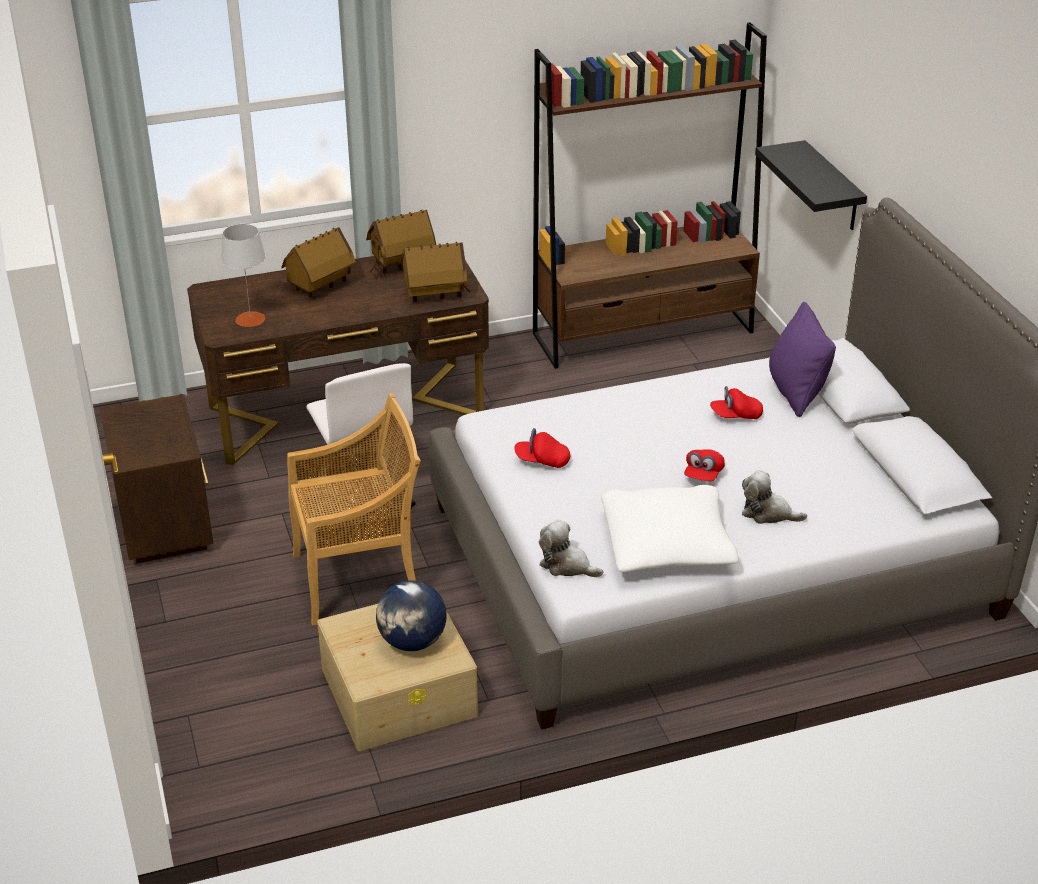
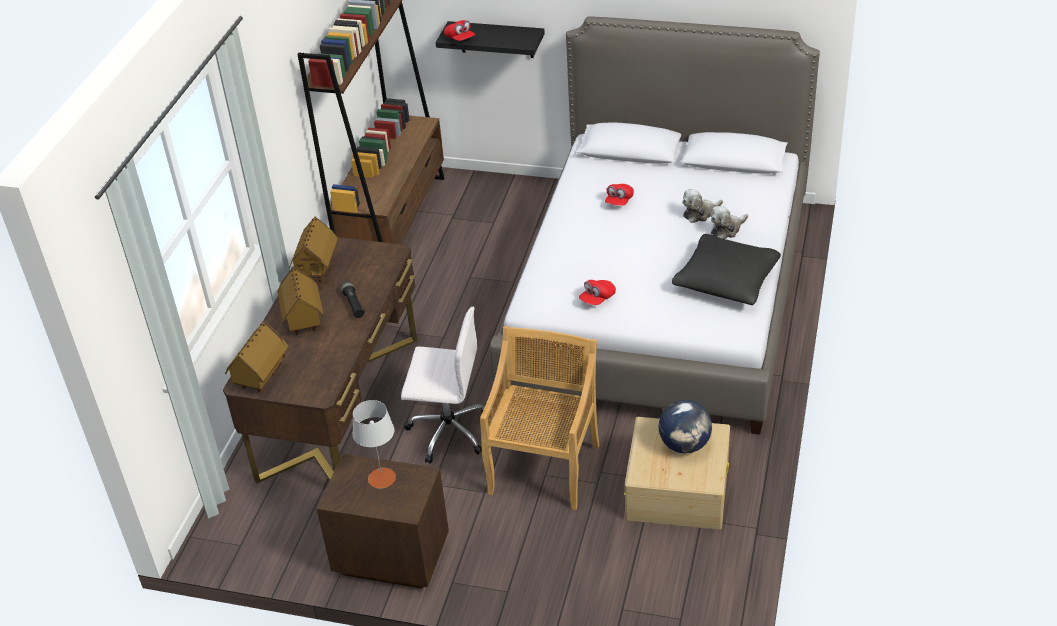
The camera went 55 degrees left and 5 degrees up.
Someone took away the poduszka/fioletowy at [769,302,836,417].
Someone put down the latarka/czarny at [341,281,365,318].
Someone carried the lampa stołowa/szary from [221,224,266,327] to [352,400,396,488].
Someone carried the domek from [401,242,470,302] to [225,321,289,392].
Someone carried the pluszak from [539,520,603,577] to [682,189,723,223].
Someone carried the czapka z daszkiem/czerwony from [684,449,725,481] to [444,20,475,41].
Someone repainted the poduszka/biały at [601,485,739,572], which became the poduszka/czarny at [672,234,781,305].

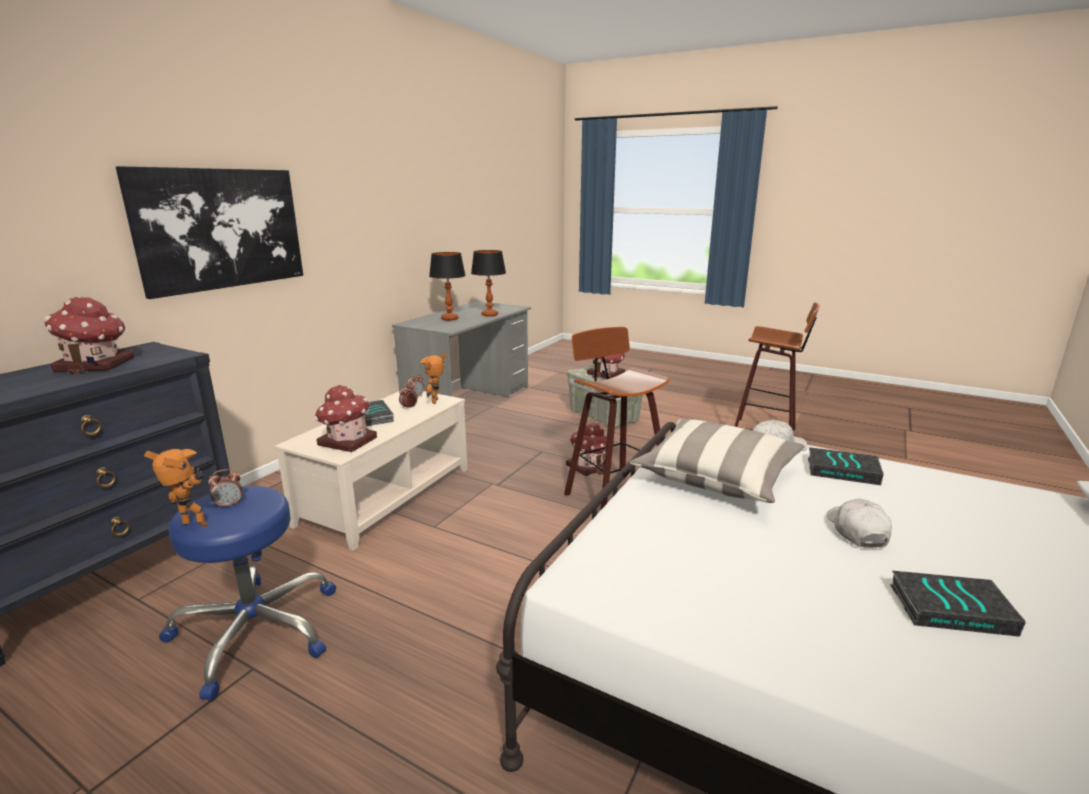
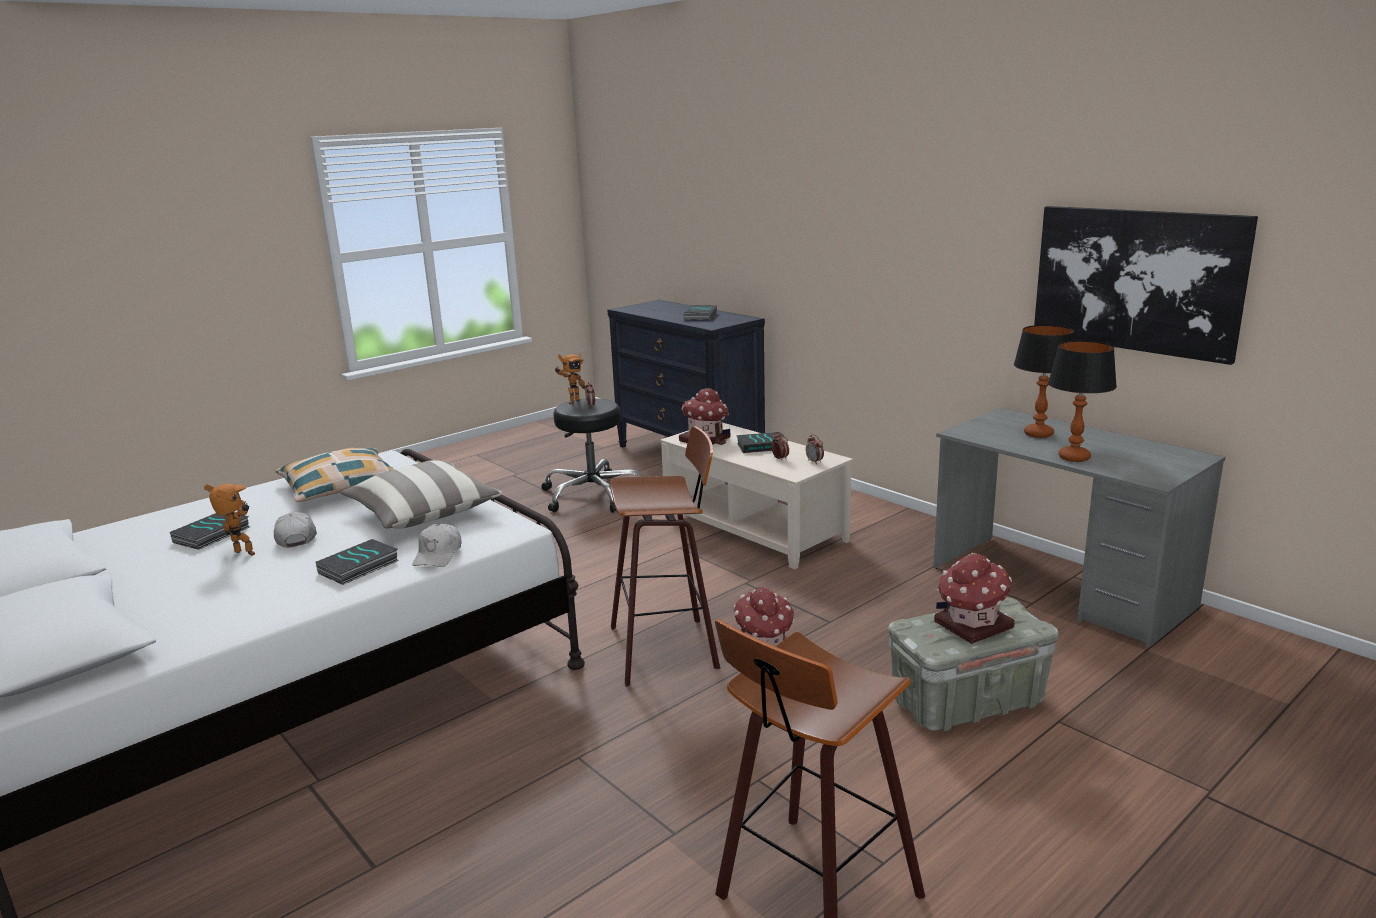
The camera went 110 degrees right and 0 degrees up.
Someone put down the poduszka at [275,448,394,502].
Someone carried the obraz from [116,166,303,299] to [1034,206,1258,365].
Someone carried the robot zabawkowy from [420,353,447,404] to [204,483,255,556].
Someone swapped the domek at [45,297,134,374] for the książka at [684,305,717,320].
Someone repainted the stołek/niebieski at [159,486,337,701], which became the stołek/czarny at [541,398,643,513].
Someone rotated the czapka z daszkiem/biały at [826,498,892,548] by 135 degrees counterclockwise.

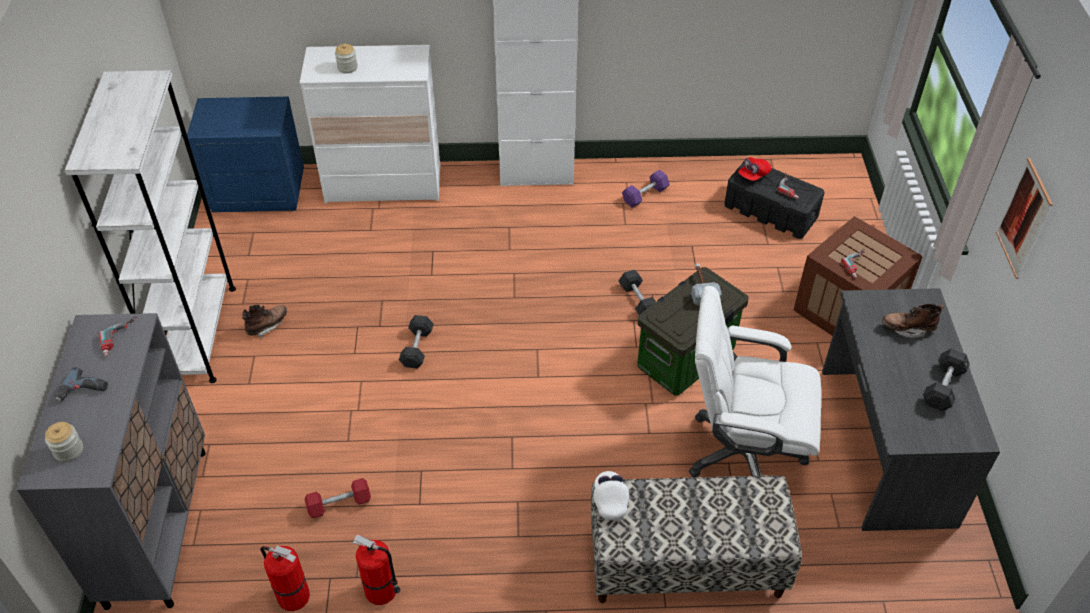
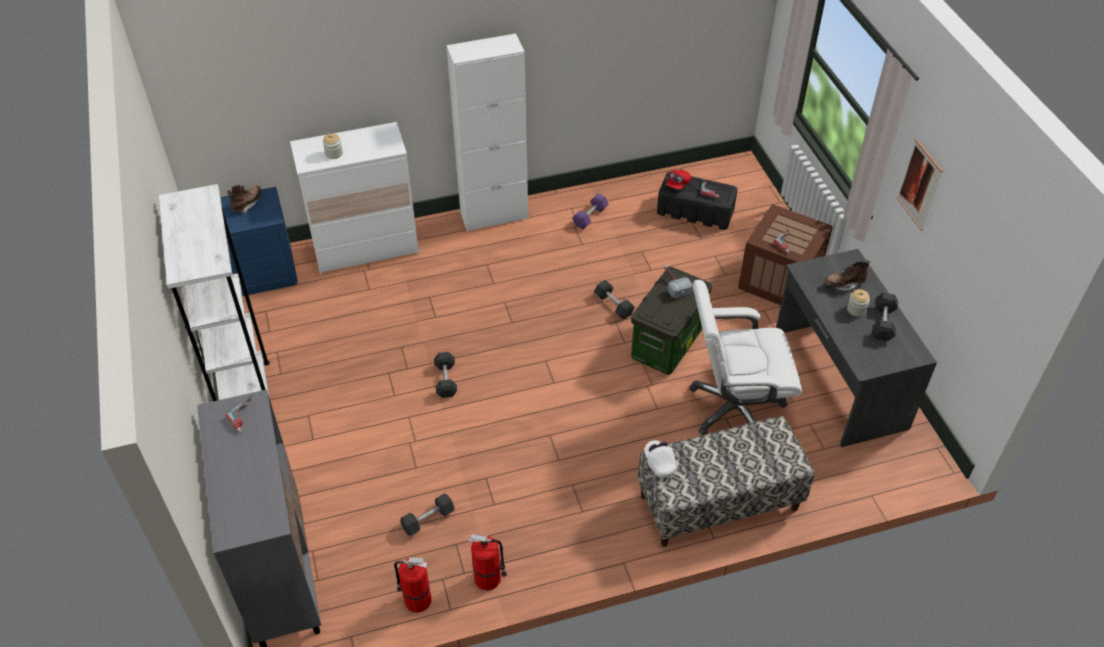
The camera went 15 degrees left and 0 degrees up.
Someone took away the wiertarka at [55,367,108,402].
Someone carried the słoik from [45,422,83,462] to [847,289,870,316].
Someone carried the but z cholewką/brązowy from [242,305,287,338] to [227,185,261,214].
Someone repainted the hantel/czerwony at [305,478,371,518], which became the hantel/szary at [400,493,454,536].

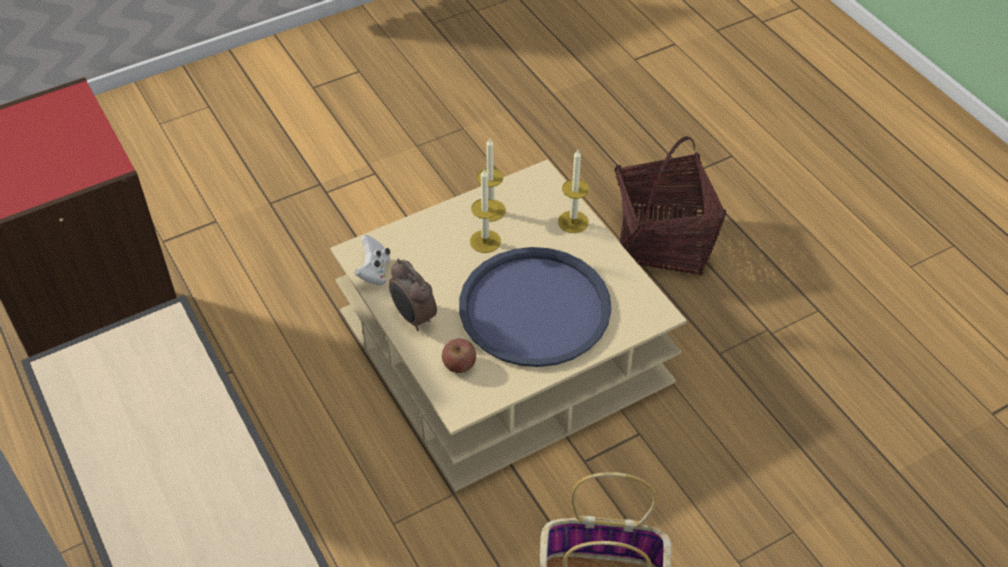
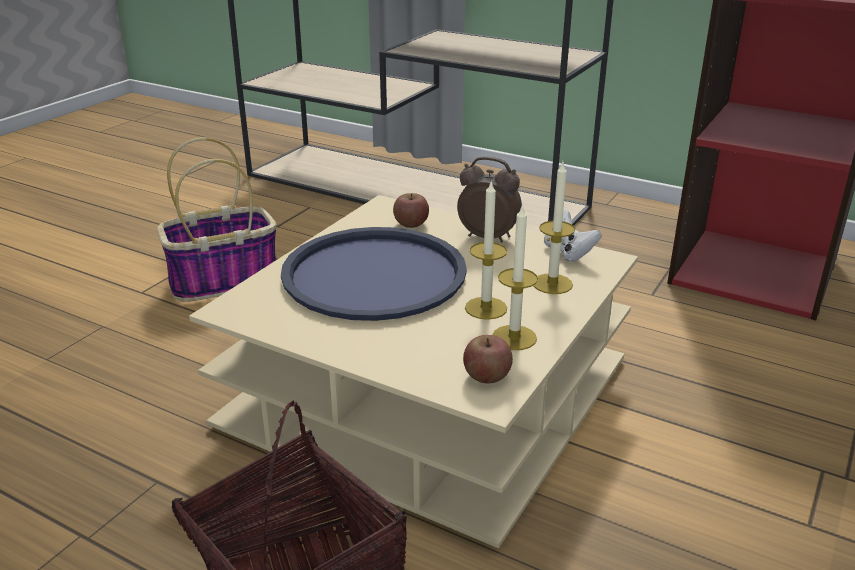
The camera went 150 degrees right and 20 degrees down.
Someone put down the jabłko at [463,335,513,384].
Someone carried the świeca from [558,150,589,233] to [533,162,575,294].

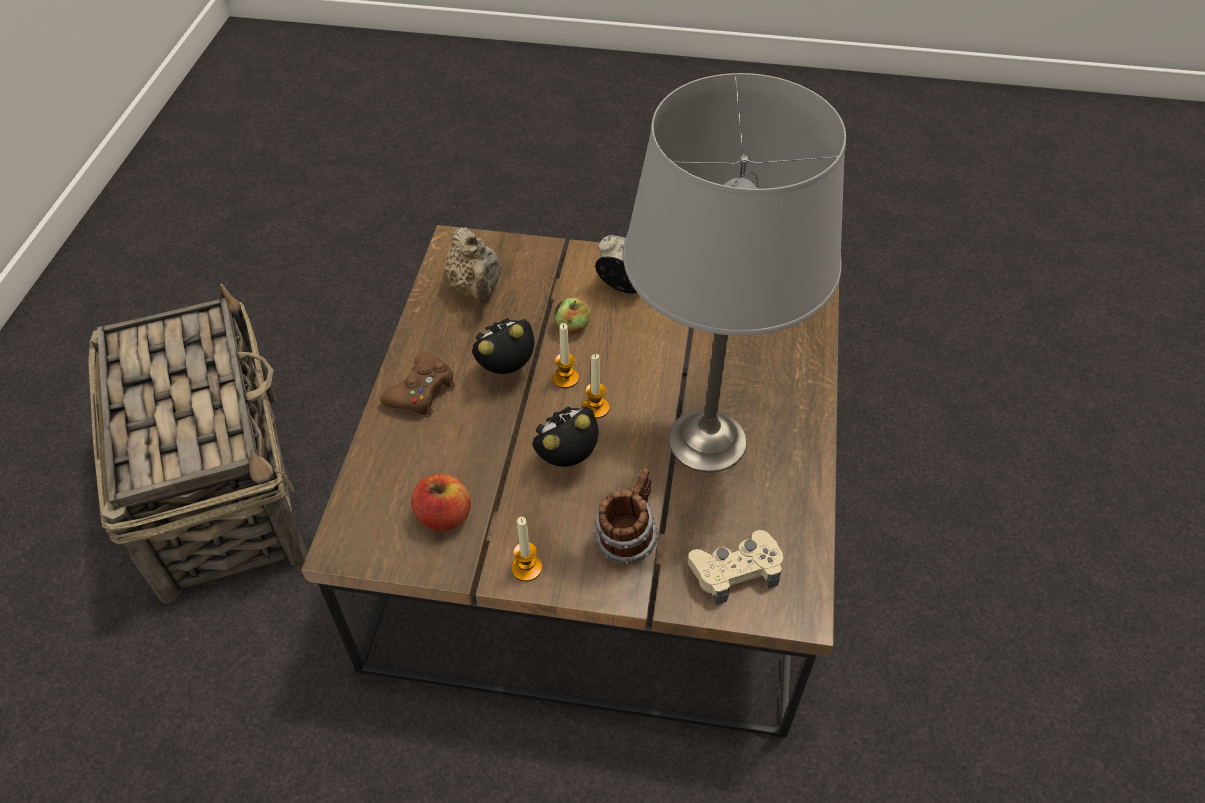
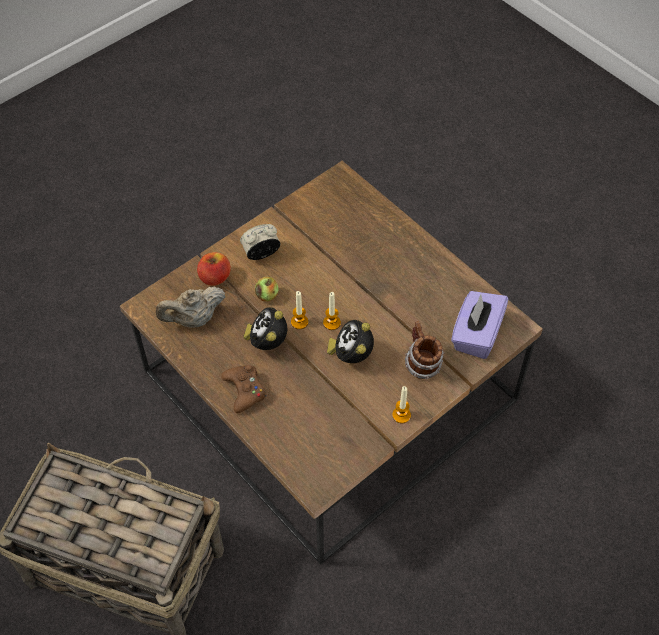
The camera went 50 degrees left and 5 degrees up.
Someone took away the lampa stołowa/szary at [623,73,846,472].
Someone carried the jabłko from [411,474,471,531] to [197,252,231,286].
Someone swapped the pad do gier/beżowy at [688,530,783,605] for the pudełko chusteczek/fioletowy at [451,291,508,359].
Someone rotated the imbryk/beżowy at [445,227,502,304] by 135 degrees clockwise.

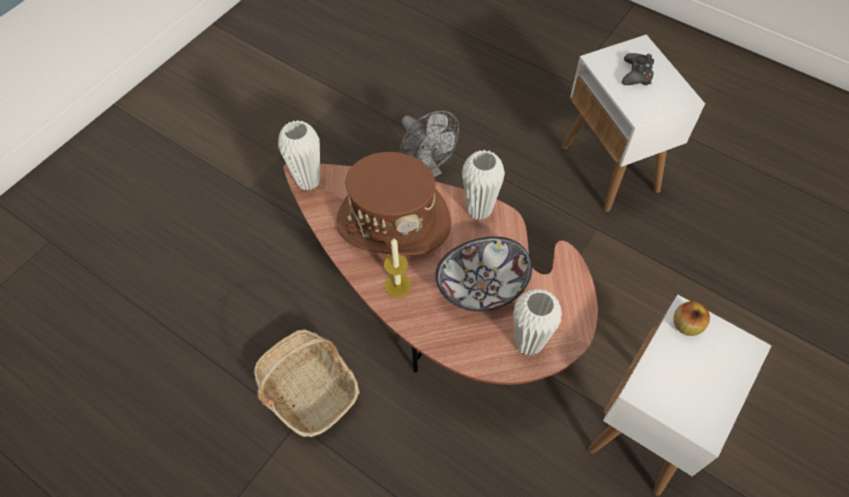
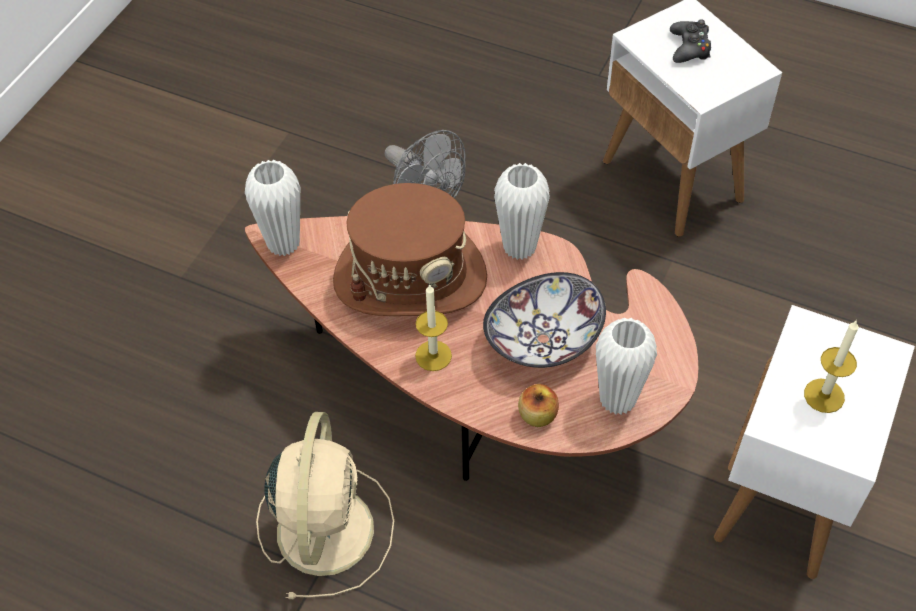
The camera went 10 degrees left and 5 degrees down.
Someone put down the świeca at [804,320,858,413].
Someone carried the jabłko from [674,301,710,336] to [518,384,559,427].
Someone swapped the koszyk at [254,329,360,437] for the wentylator/beżowy at [256,412,394,599].

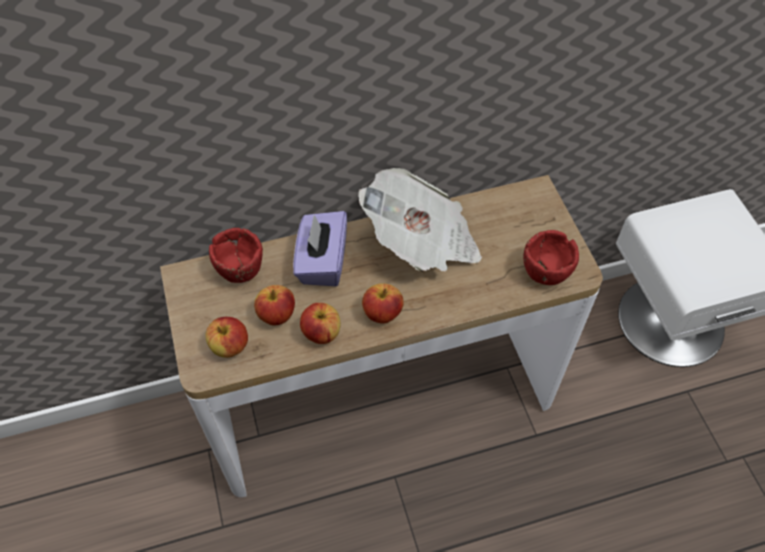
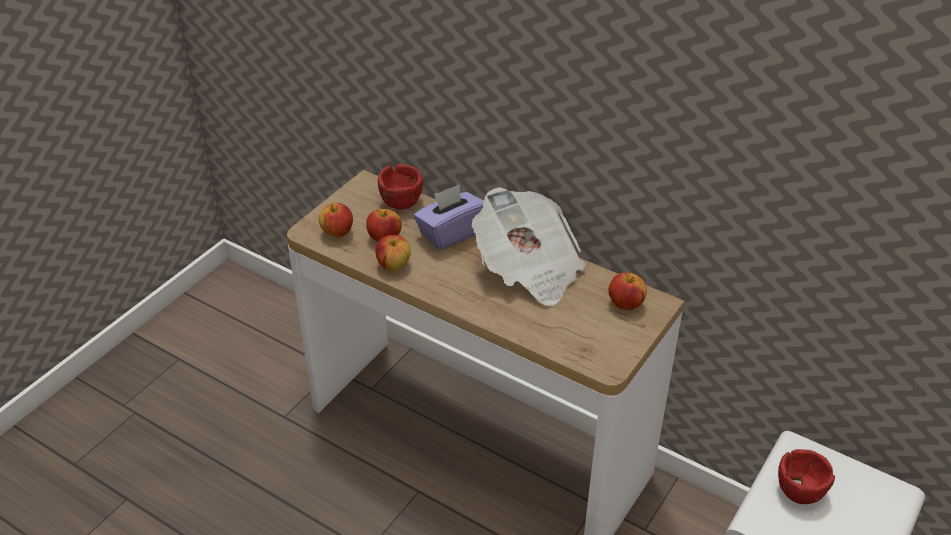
The camera went 50 degrees right and 15 degrees down.
Someone carried the jabłko from [362,283,404,324] to [609,273,647,310].
Someone carried the miska/czerwony from [523,230,579,285] to [778,449,835,504].

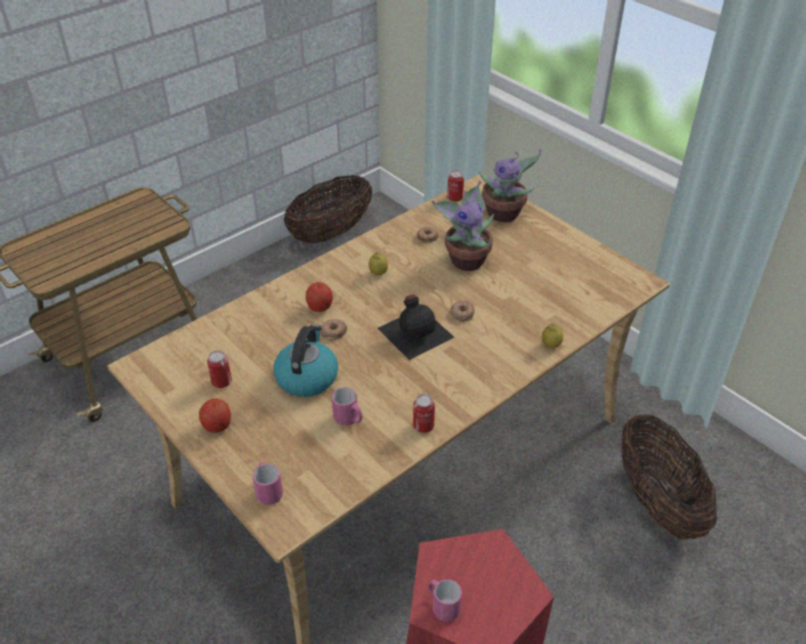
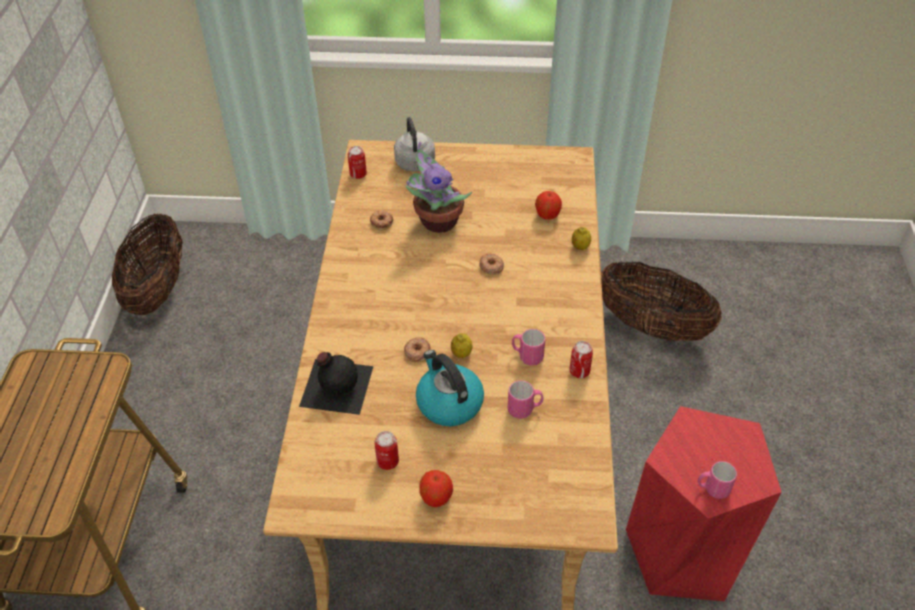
The camera went 45 degrees left and 5 degrees up.
Someone carried the kubek/różowy from [253,462,283,505] to [512,329,545,366].
Someone carried the jabłko from [306,282,333,312] to [535,191,562,220].
Someone carried the cytryna from [369,252,388,275] to [451,333,472,358].
Someone carried the butelka/czarny from [377,295,454,360] to [299,352,374,415].
Someone swapped the roślina doniczkowa at [479,148,541,222] for the czajnik/szary at [394,117,435,172].

